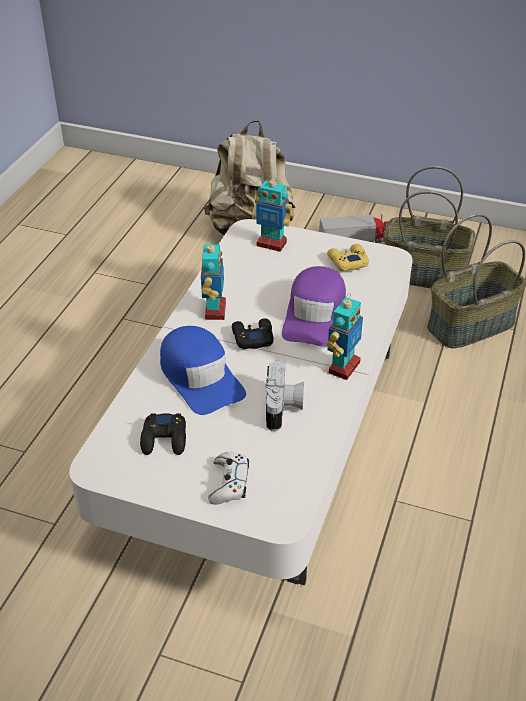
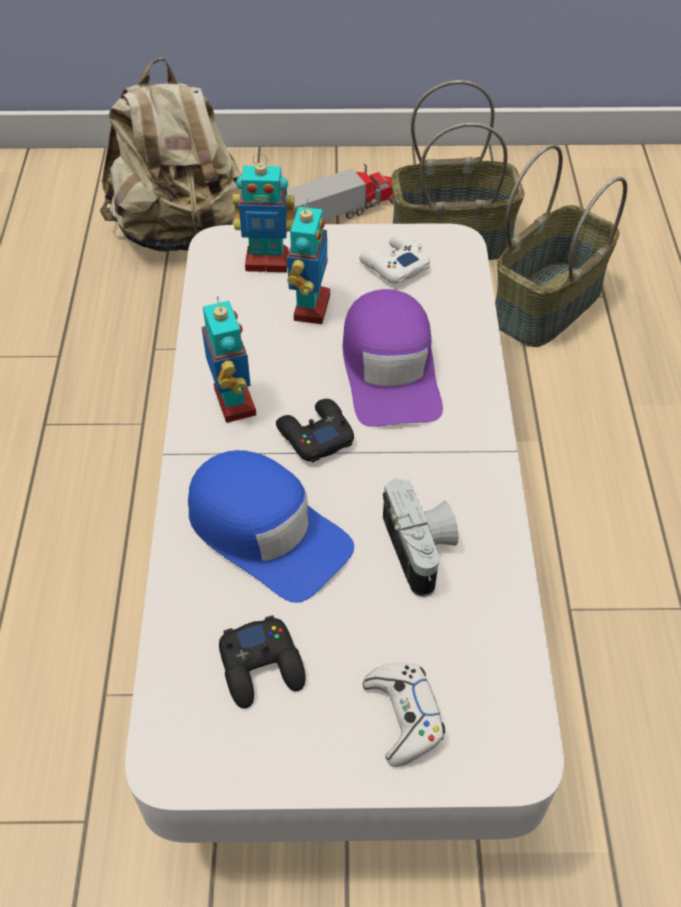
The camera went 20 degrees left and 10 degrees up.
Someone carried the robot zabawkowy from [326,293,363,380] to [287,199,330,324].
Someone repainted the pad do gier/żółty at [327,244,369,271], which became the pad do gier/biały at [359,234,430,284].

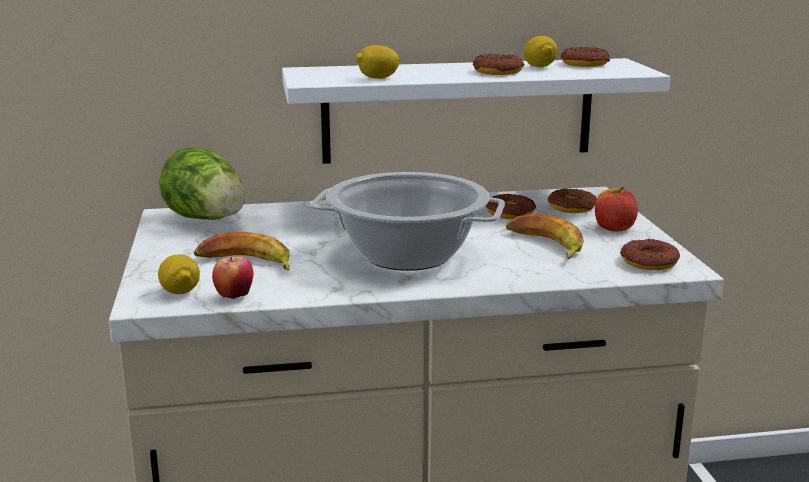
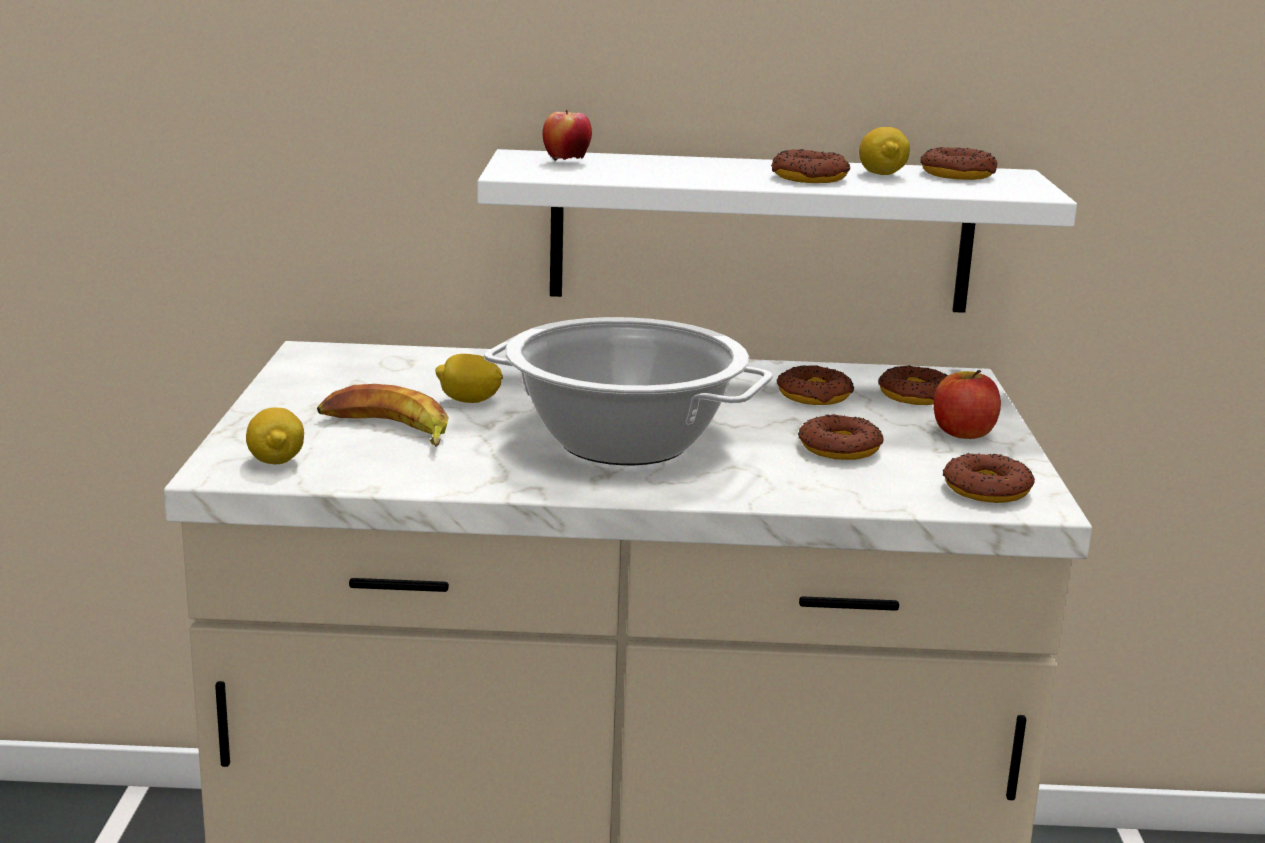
The camera went 10 degrees right and 0 degrees up.
Someone took away the sałata at [159,147,245,220].
Someone carried the jabłko from [212,257,253,299] to [542,110,592,161].
Someone carried the cytryna from [356,45,400,79] to [435,354,503,403].
Someone swapped the banan at [506,213,584,259] for the donut at [798,414,884,460].

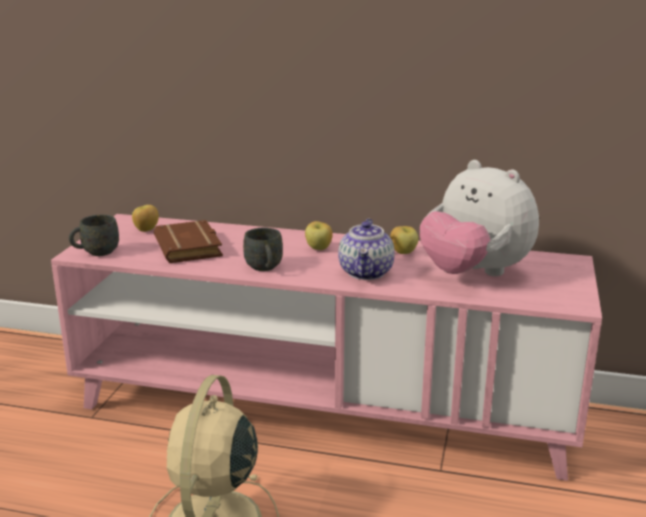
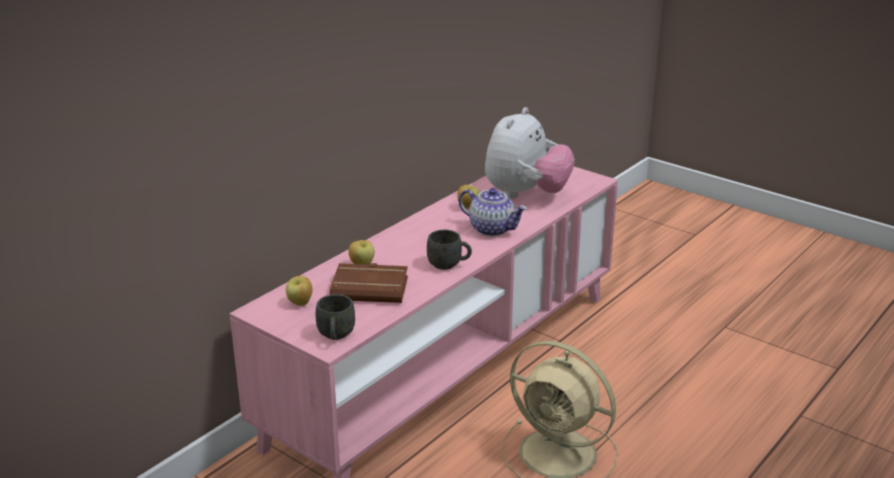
The camera went 65 degrees left and 5 degrees up.
Someone carried the jabłko from [305,221,333,250] to [348,240,375,265].
Someone rotated the pluszak at [420,160,539,276] by 45 degrees counterclockwise.

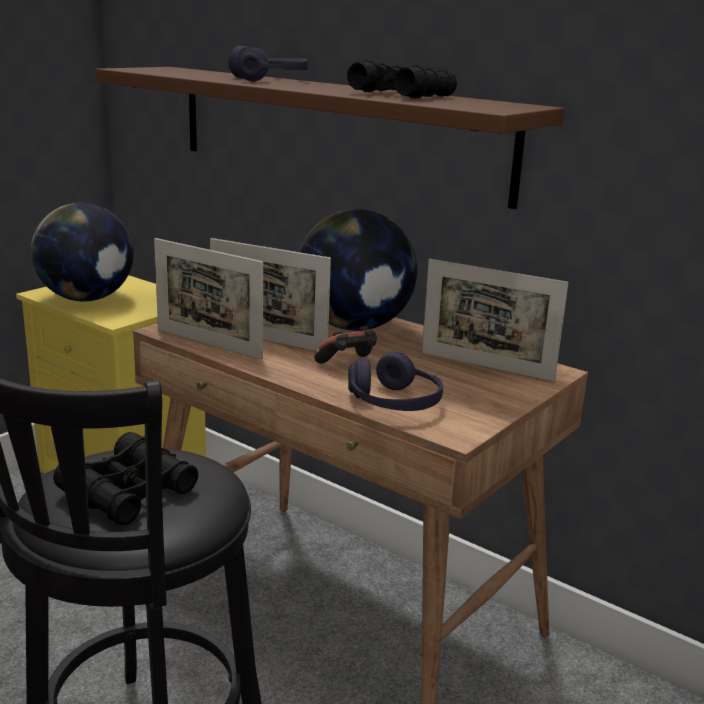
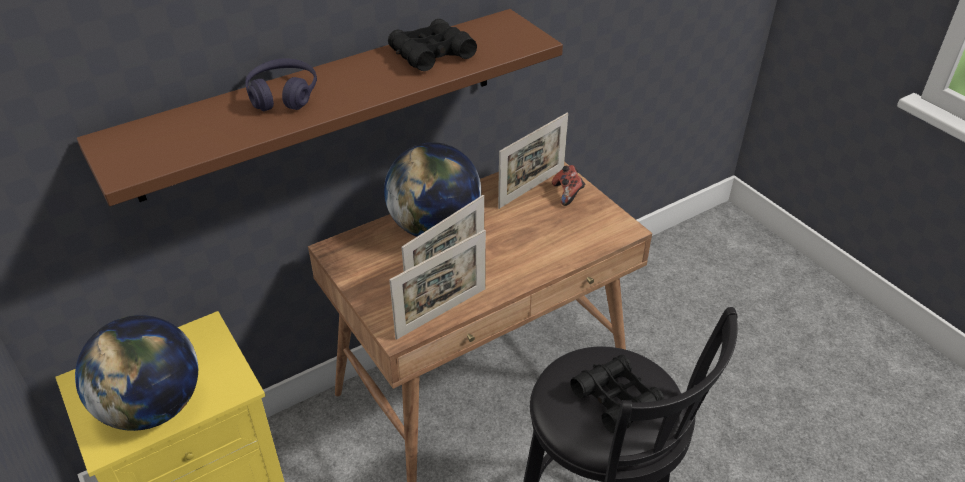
The camera went 70 degrees left and 20 degrees up.
Someone took away the słuchawki/fioletowy at [348,351,443,411].
Someone carried the pad do gier from [314,326,377,363] to [552,165,585,206].

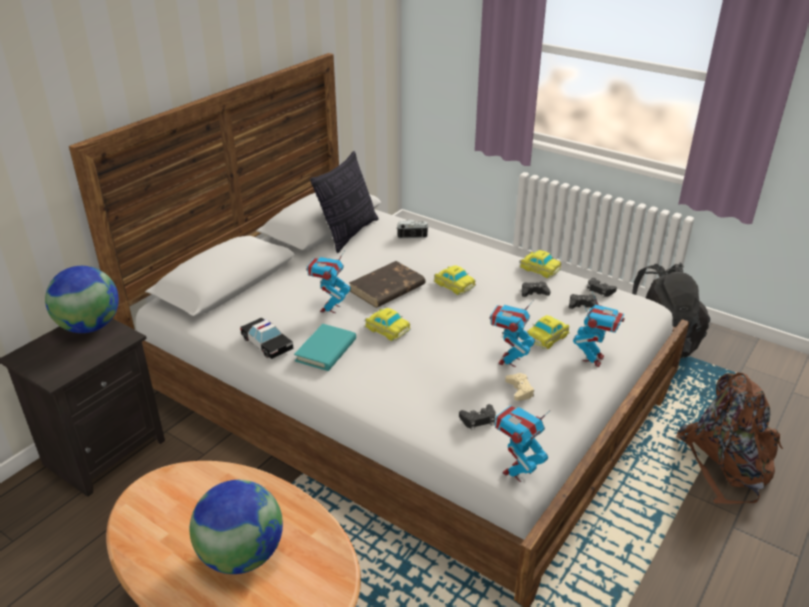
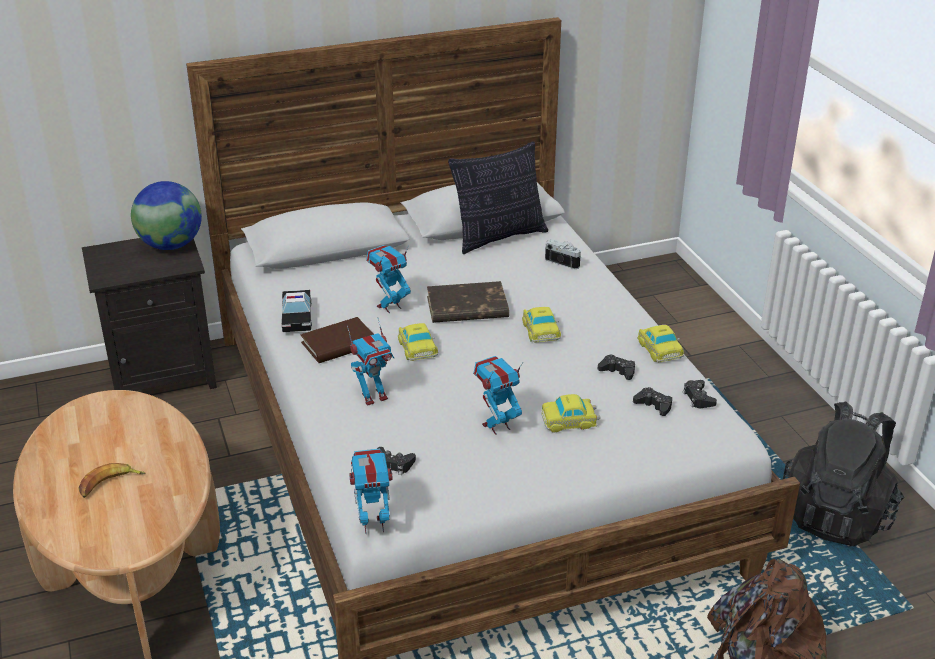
The camera went 35 degrees right and 0 degrees up.
Someone took away the pad do gier/beżowy at [505,373,534,401].
Someone carried the robot zabawkowy from [573,292,625,367] to [347,318,394,406].
Someone swapped the globus at [190,480,283,574] for the banan at [78,463,145,498].
Someone repainted the książka/turkusowy at [294,324,356,371], which became the książka/brązowy at [301,317,374,363].

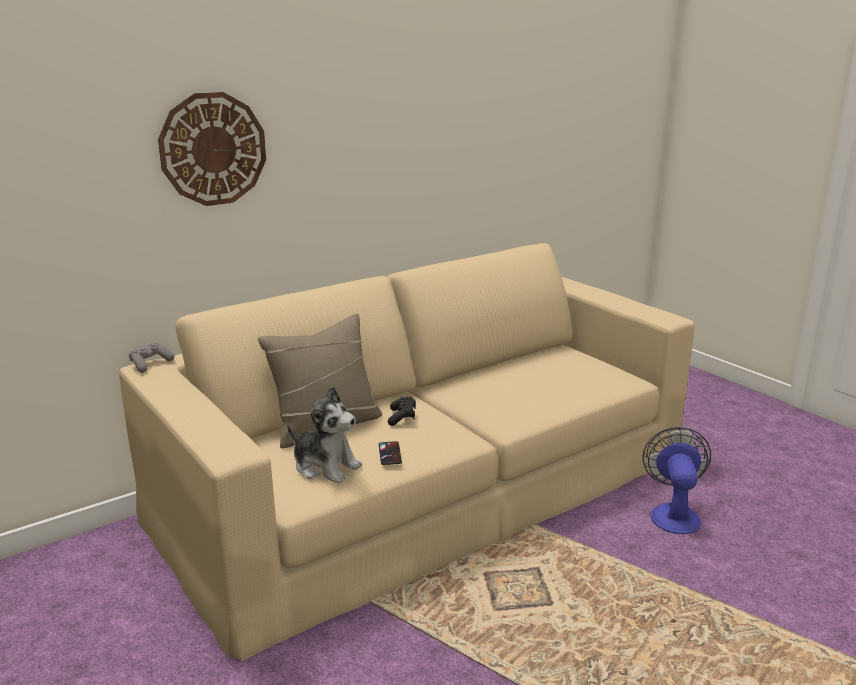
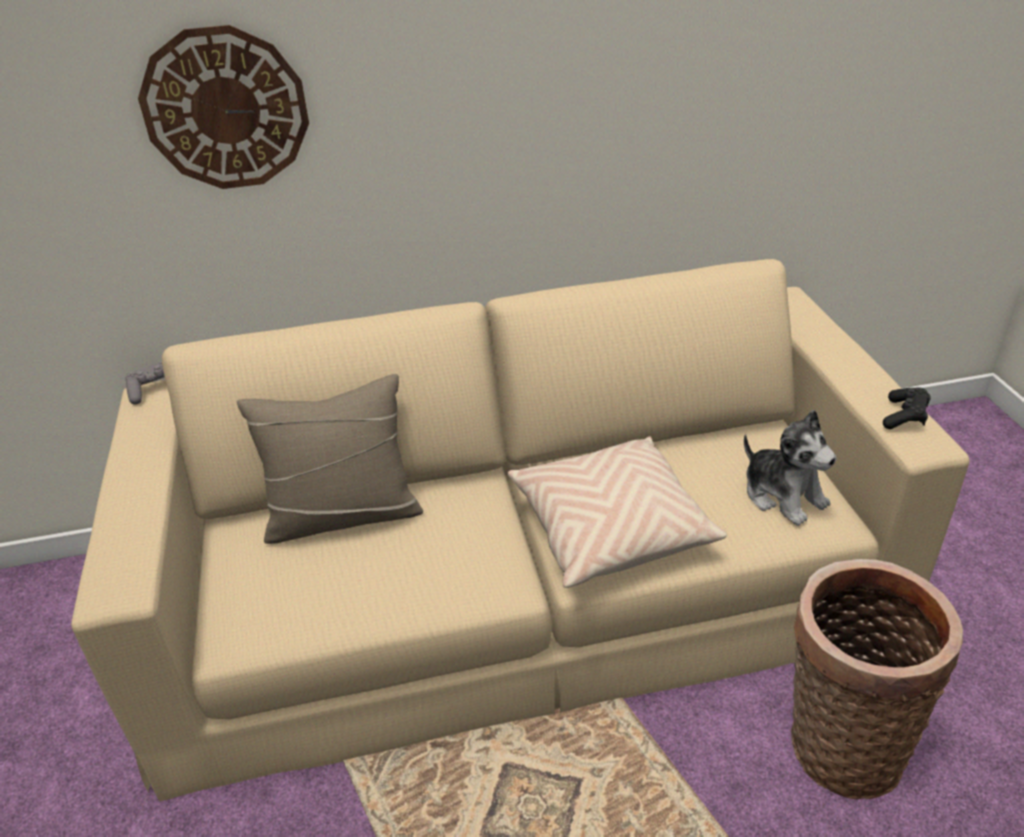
The camera went 25 degrees right and 15 degrees up.
Someone took away the telefon at [379,441,402,465].
Someone put down the poduszka/beżowy at [507,436,727,588].
Someone carried the pluszak from [287,386,362,483] to [744,410,837,526].
Someone carried the pad do gier/czarny from [388,396,416,426] to [883,387,931,429].
Someone swapped the wentylator at [643,427,711,534] for the koszyk at [791,559,963,800].

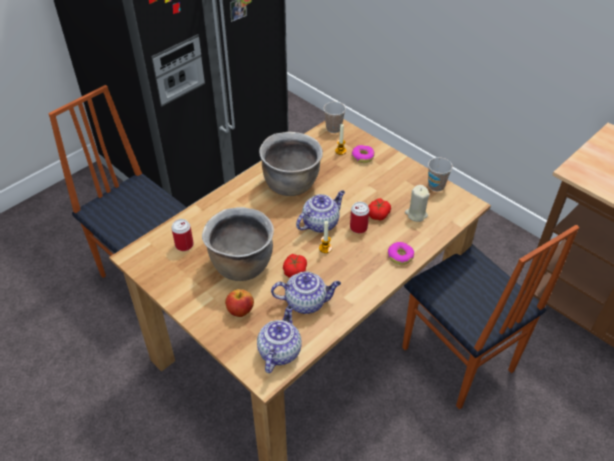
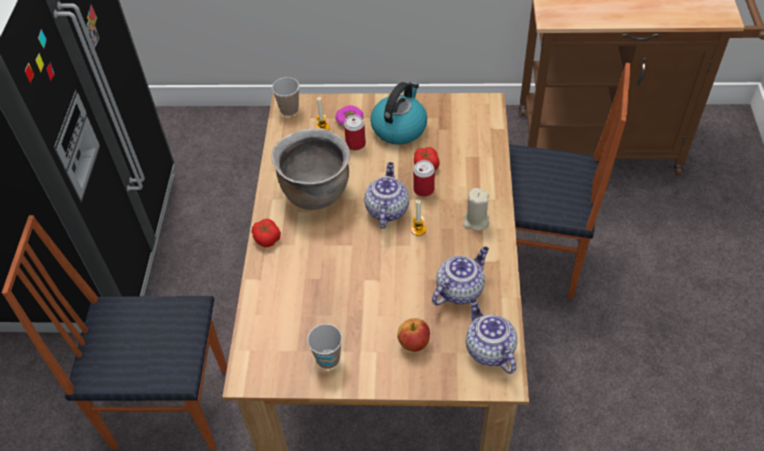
The camera went 40 degrees left and 5 degrees up.
Someone took away the garnek/brązowy at [202,207,274,281].
Someone took away the donut at [388,242,414,265].
Someone put down the czajnik at [370,82,427,145].
Someone carried the puszka from [171,219,194,251] to [344,115,366,150].
Someone carried the pomidor from [283,254,307,278] to [252,219,281,247].
Someone carried the świeca/beżowy from [405,185,430,222] to [463,188,489,231].
Someone carried the filiżanka from [428,157,453,191] to [307,324,342,369].

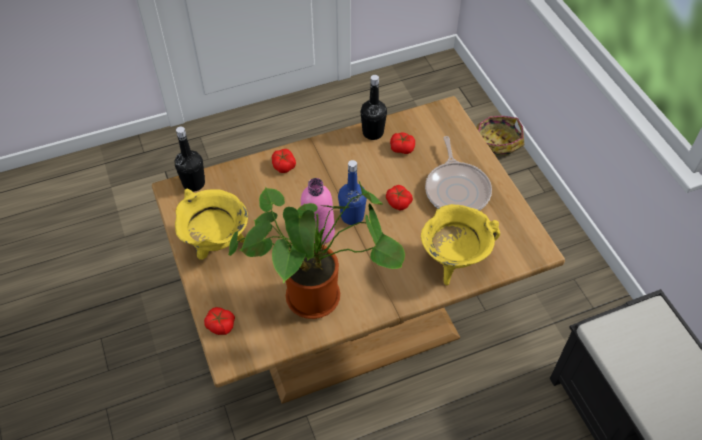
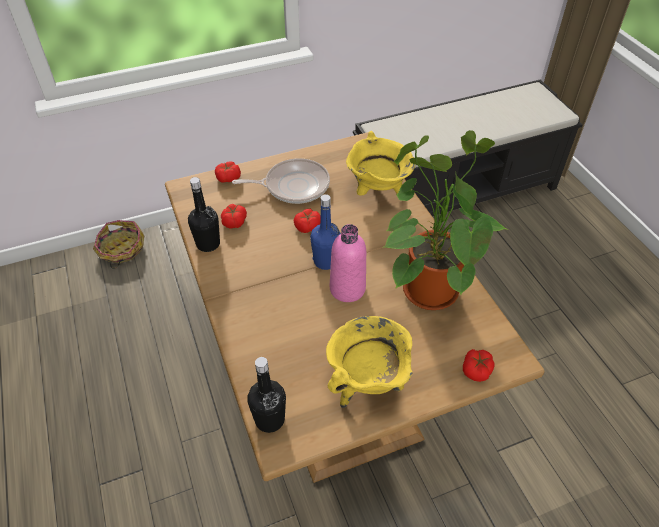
The camera went 90 degrees left and 5 degrees down.
Someone carried the pomidor from [272,149,296,173] to [215,161,241,183].

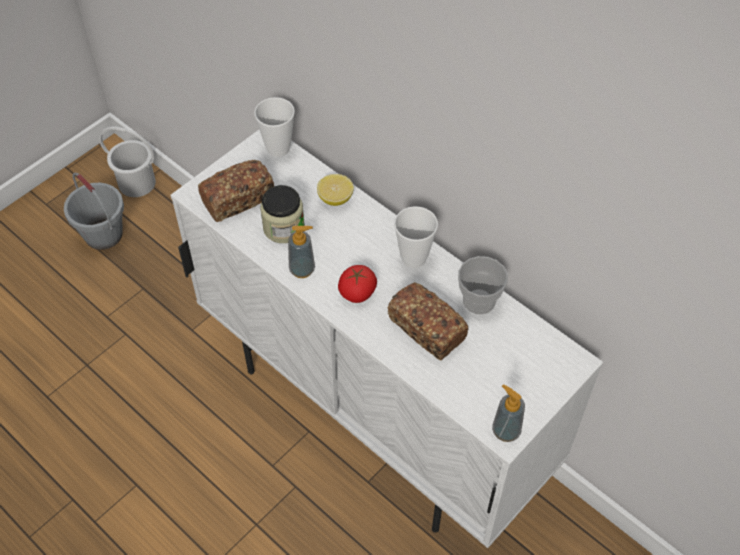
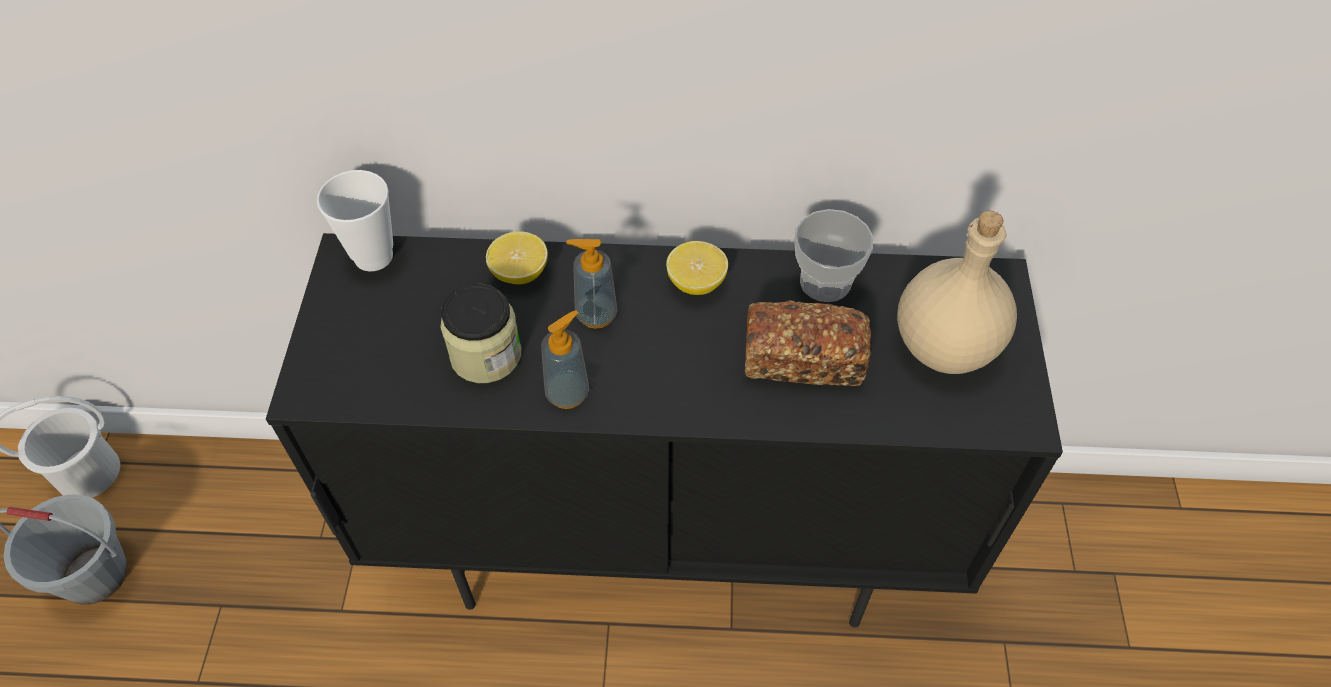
The camera went 40 degrees left and 0 degrees up.
Someone took away the chleb at [198,160,274,222].
Someone took away the pomidor at [338,265,377,303].
Someone put down the butelka/beżowy at [897,211,1017,374].
Someone carried the dozownik mydła from [492,384,525,442] to [566,239,618,329].
Someone swapped the filiżanka at [394,206,438,268] for the cytryna at [666,241,728,295].
Someone repainted the szafka/biały at [171,130,603,548], which became the szafka/czarny at [266,233,1063,628].

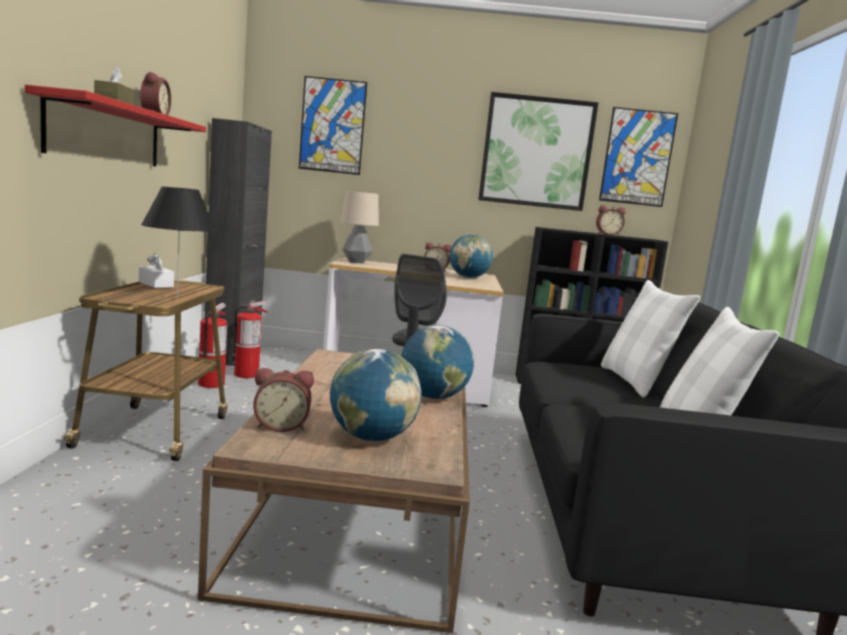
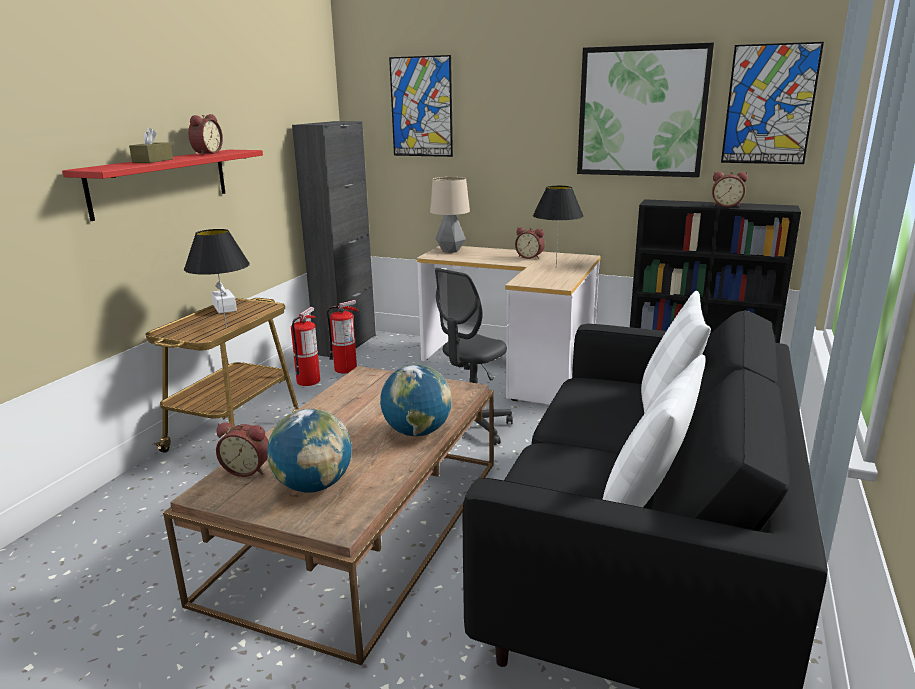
The camera went 20 degrees right and 10 degrees up.
Someone swapped the globus at [450,234,493,278] for the lampa stołowa/czarny at [533,186,584,267].

